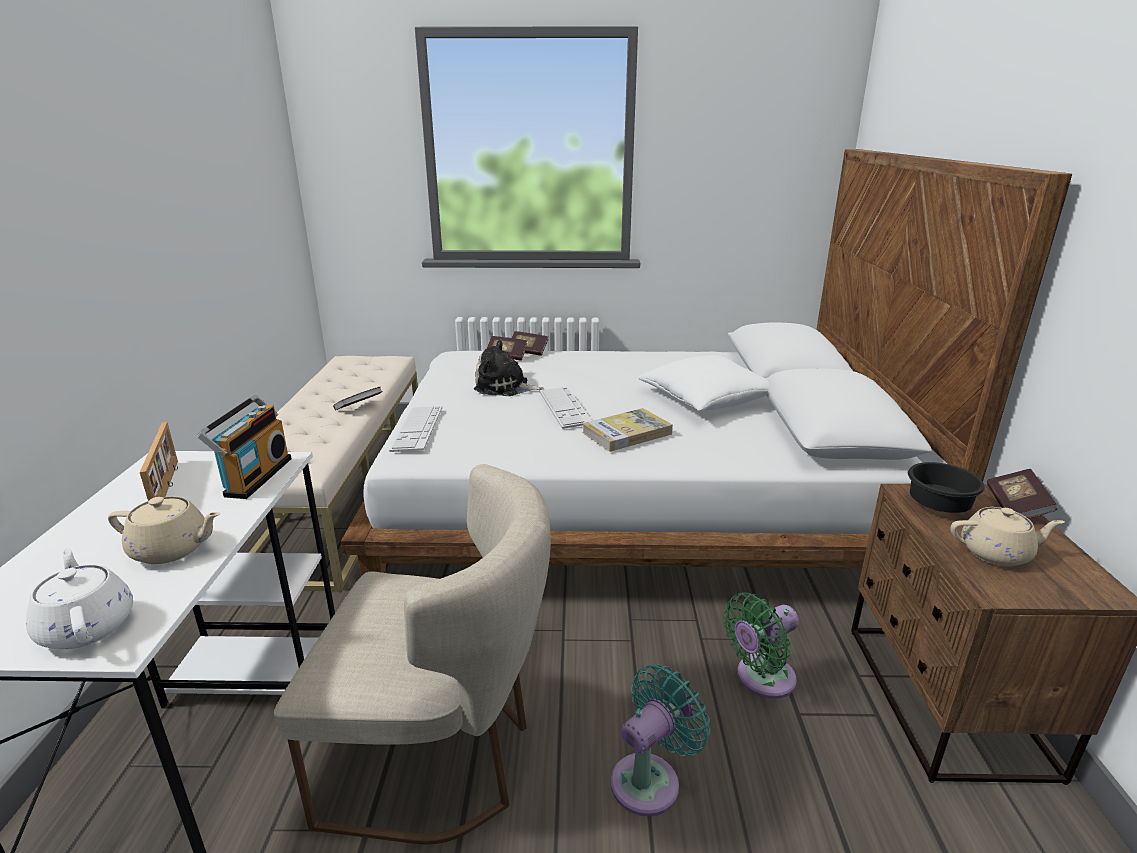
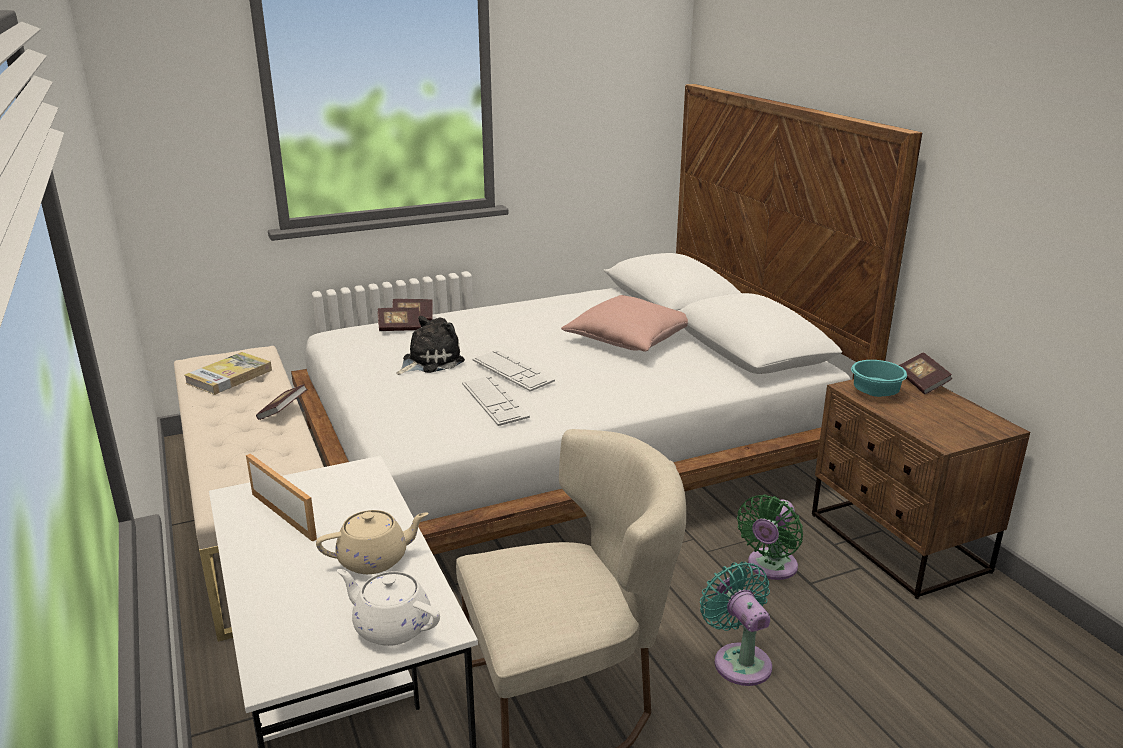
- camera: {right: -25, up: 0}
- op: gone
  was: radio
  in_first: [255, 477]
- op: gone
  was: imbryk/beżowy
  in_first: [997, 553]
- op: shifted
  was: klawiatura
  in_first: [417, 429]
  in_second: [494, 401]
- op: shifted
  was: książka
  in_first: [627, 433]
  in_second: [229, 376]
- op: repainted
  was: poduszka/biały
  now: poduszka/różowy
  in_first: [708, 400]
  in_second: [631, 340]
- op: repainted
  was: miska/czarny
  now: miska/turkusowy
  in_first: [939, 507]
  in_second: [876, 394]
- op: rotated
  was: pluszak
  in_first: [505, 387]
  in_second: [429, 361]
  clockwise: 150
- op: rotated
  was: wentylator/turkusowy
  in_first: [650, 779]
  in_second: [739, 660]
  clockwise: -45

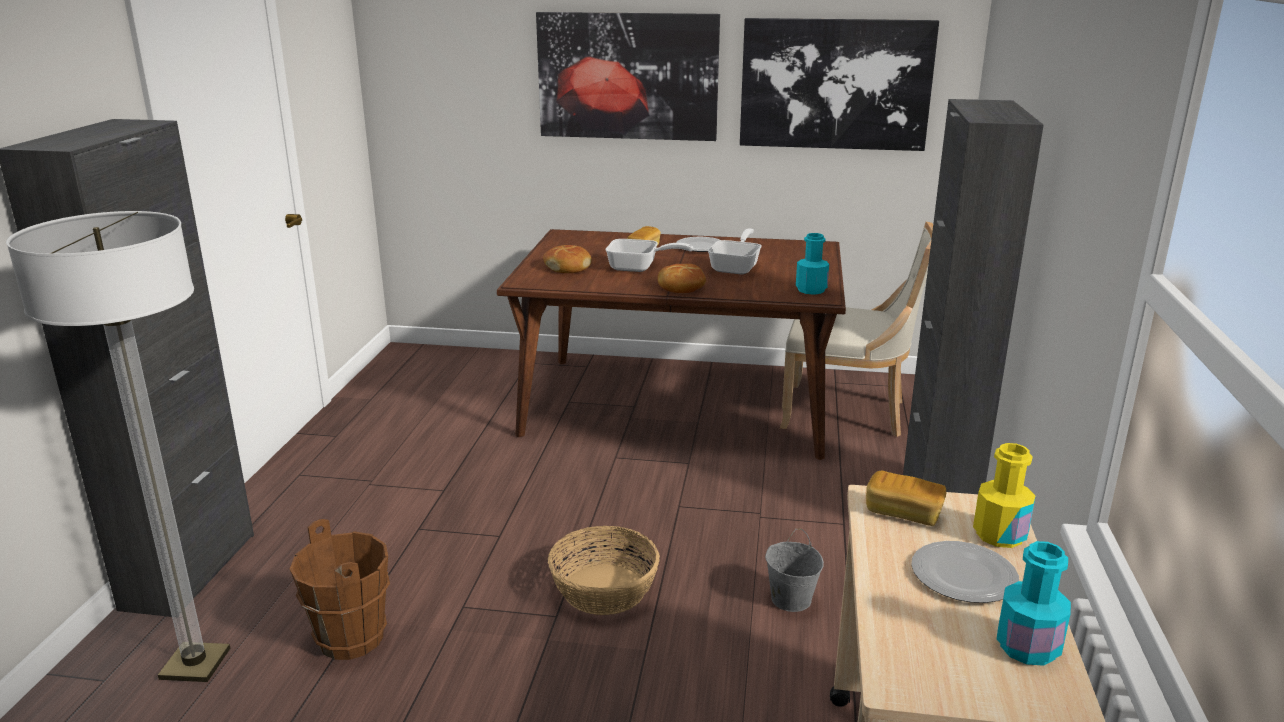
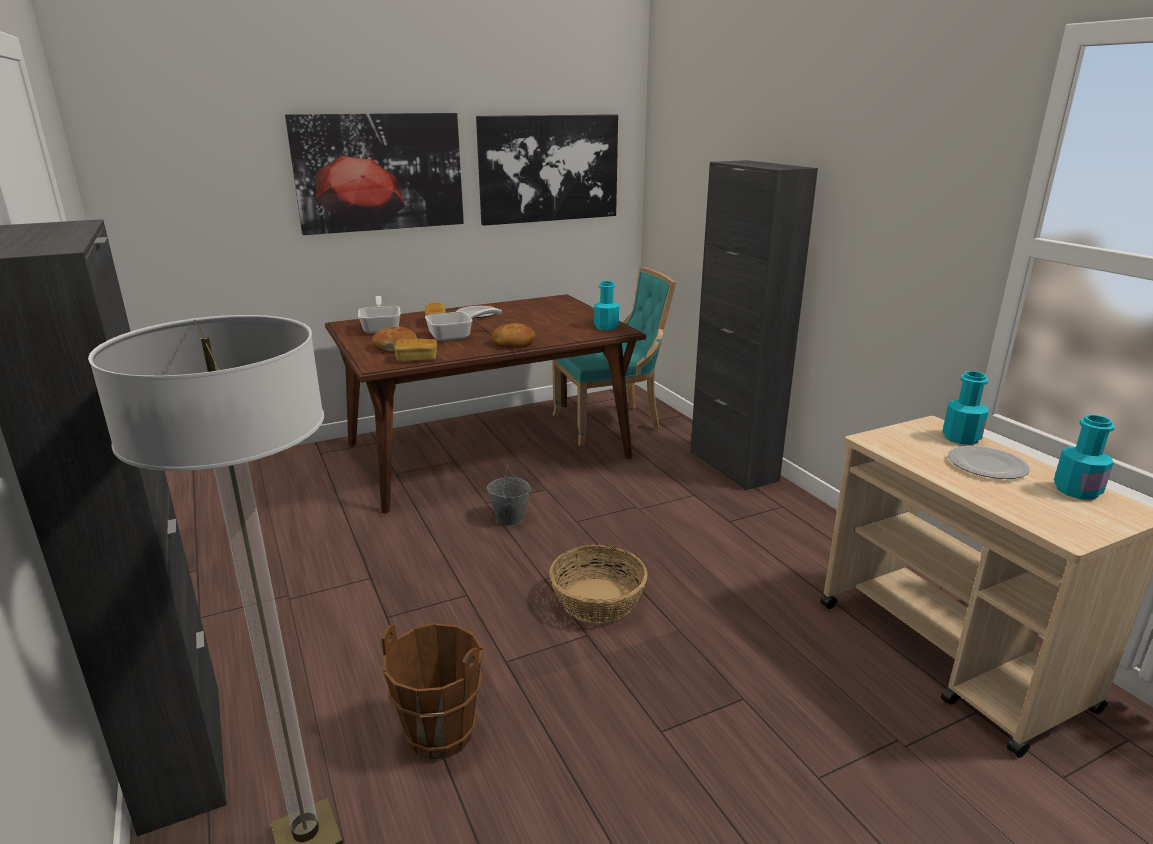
- camera: {right: -35, up: 0}
- op: shifted
  was: patelnia
  in_first: [736, 267]
  in_second: [382, 328]
- op: shifted
  was: wiadro/szary
  in_first: [790, 599]
  in_second: [509, 518]
- op: shifted
  was: chleb
  in_first: [903, 513]
  in_second: [417, 359]
- op: repainted
  was: krzesło/beżowy
  now: krzesło/turkusowy
  in_first: [848, 413]
  in_second: [611, 423]
- op: repainted
  was: butelka/żółty
  now: butelka/turkusowy
  in_first: [999, 535]
  in_second: [961, 438]

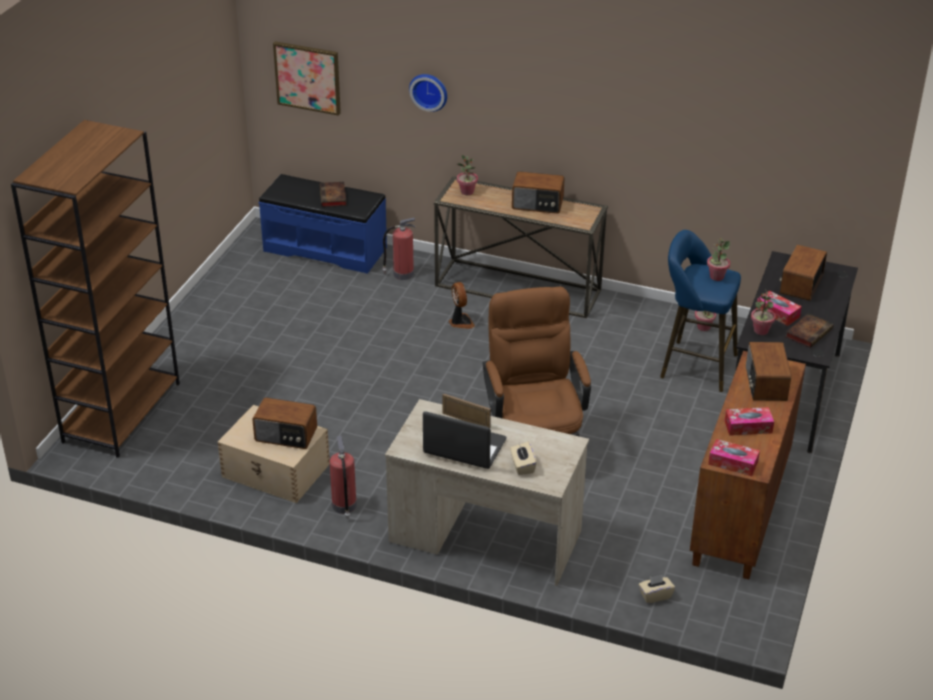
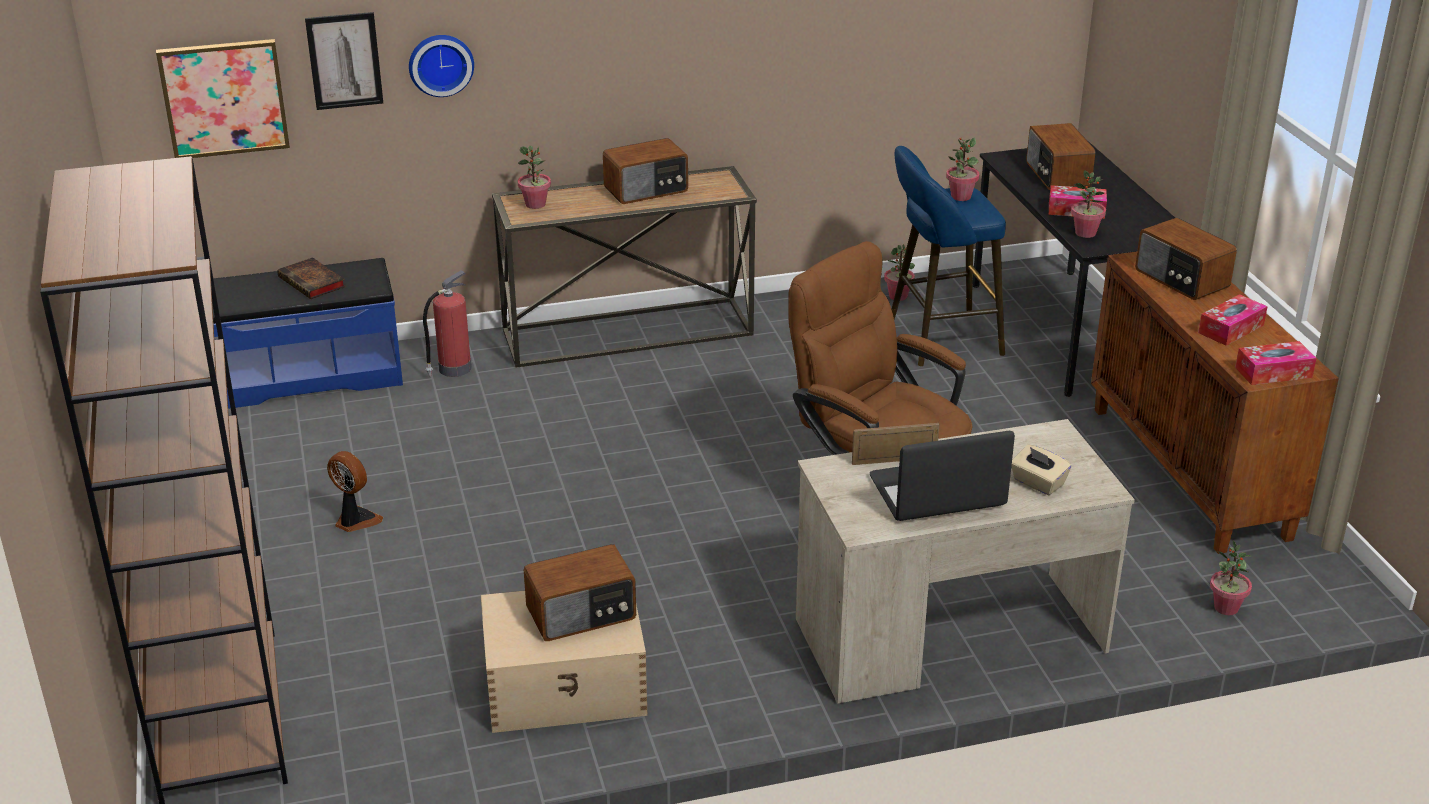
- camera: {right: -35, up: -5}
- op: gone
  was: gaśnica
  in_first: [344, 506]
- op: gone
  was: książka
  in_first: [809, 332]
- op: new
  now: obraz
  in_second: [344, 61]
- op: shifted
  was: wentylator
  in_first: [460, 322]
  in_second: [355, 521]
- op: swapped
  was: pudełko chusteczek/beżowy
  now: roślina doniczkowa
  in_first: [655, 595]
  in_second: [1226, 608]

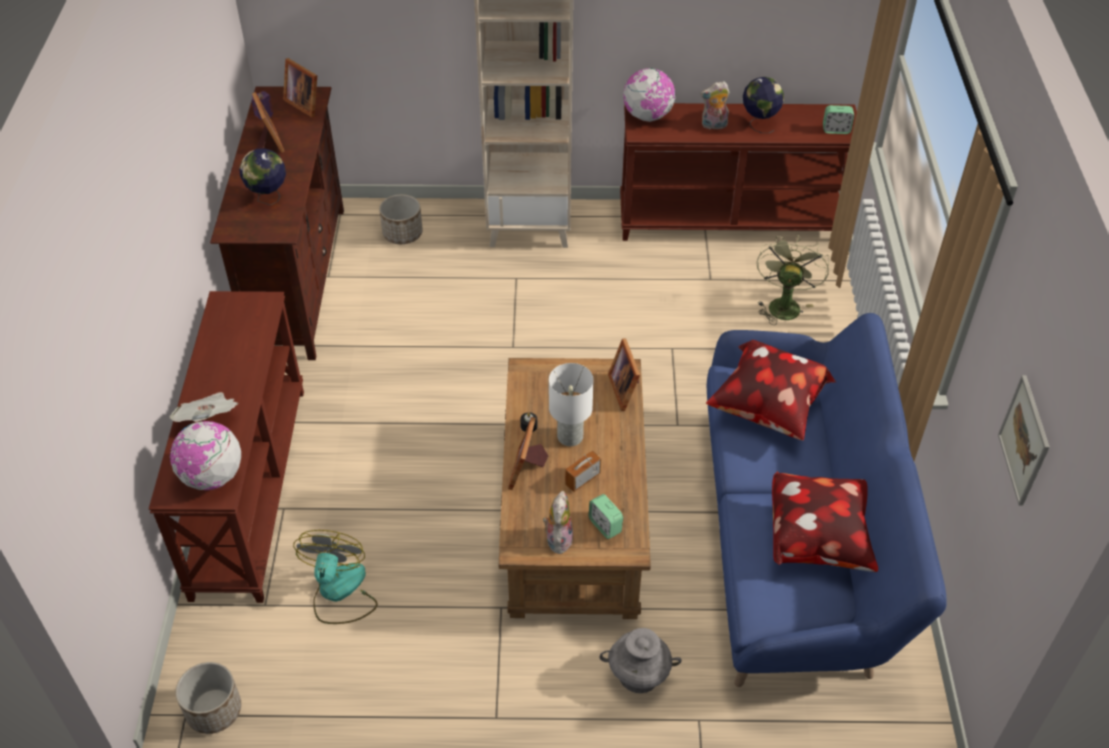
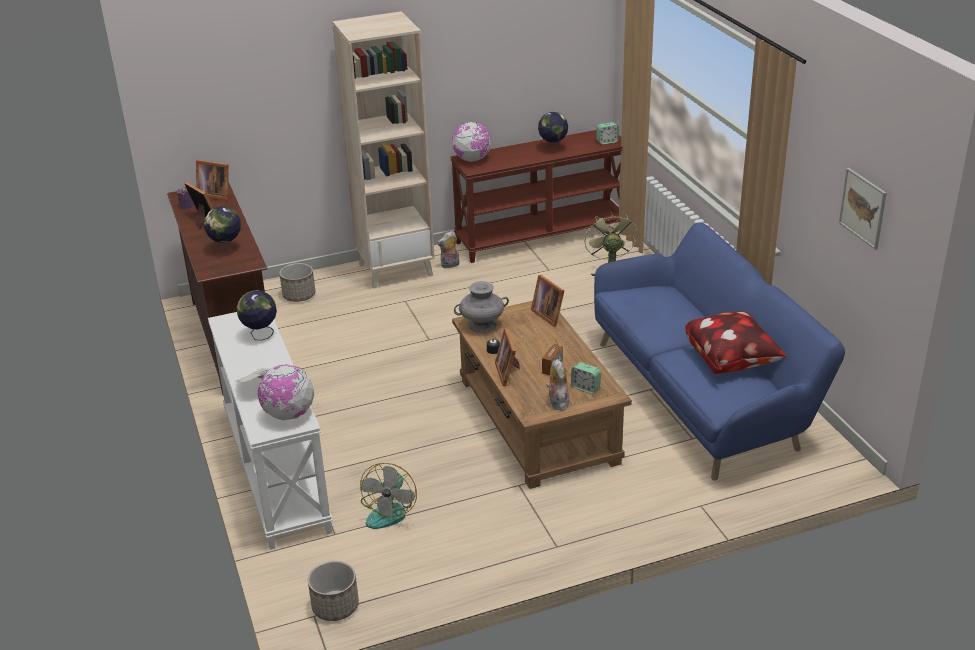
- camera: {right: -20, up: -15}
- op: gone
  was: lampa stołowa/biały
  in_first: [569, 437]
- op: gone
  was: poduszka
  in_first: [768, 411]
- op: new
  now: globus
  in_second: [260, 335]
- op: shifted
  was: wazon/szary
  in_first: [638, 675]
  in_second: [482, 325]
- op: shifted
  was: pluszak
  in_first: [713, 126]
  in_second: [450, 266]
- op: repainted
  was: stolik konsolowy/brązowy
  now: stolik konsolowy/biały
  in_first: [248, 489]
  in_second: [274, 471]
- op: rotated
  was: wentylator
  in_first: [339, 592]
  in_second: [389, 510]
  clockwise: -150

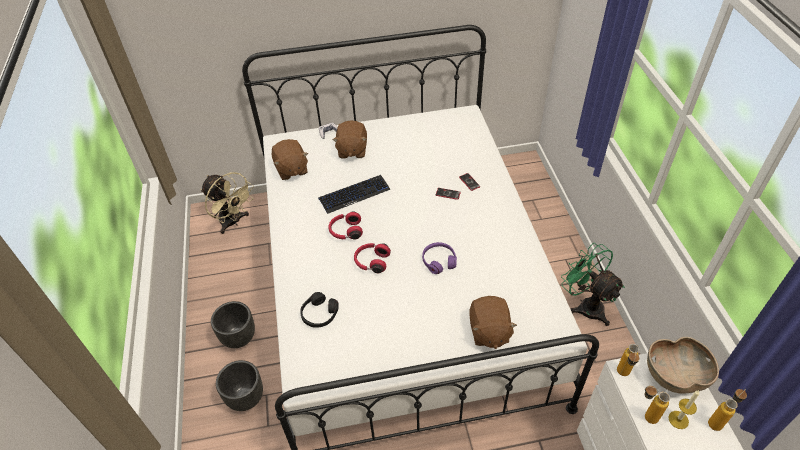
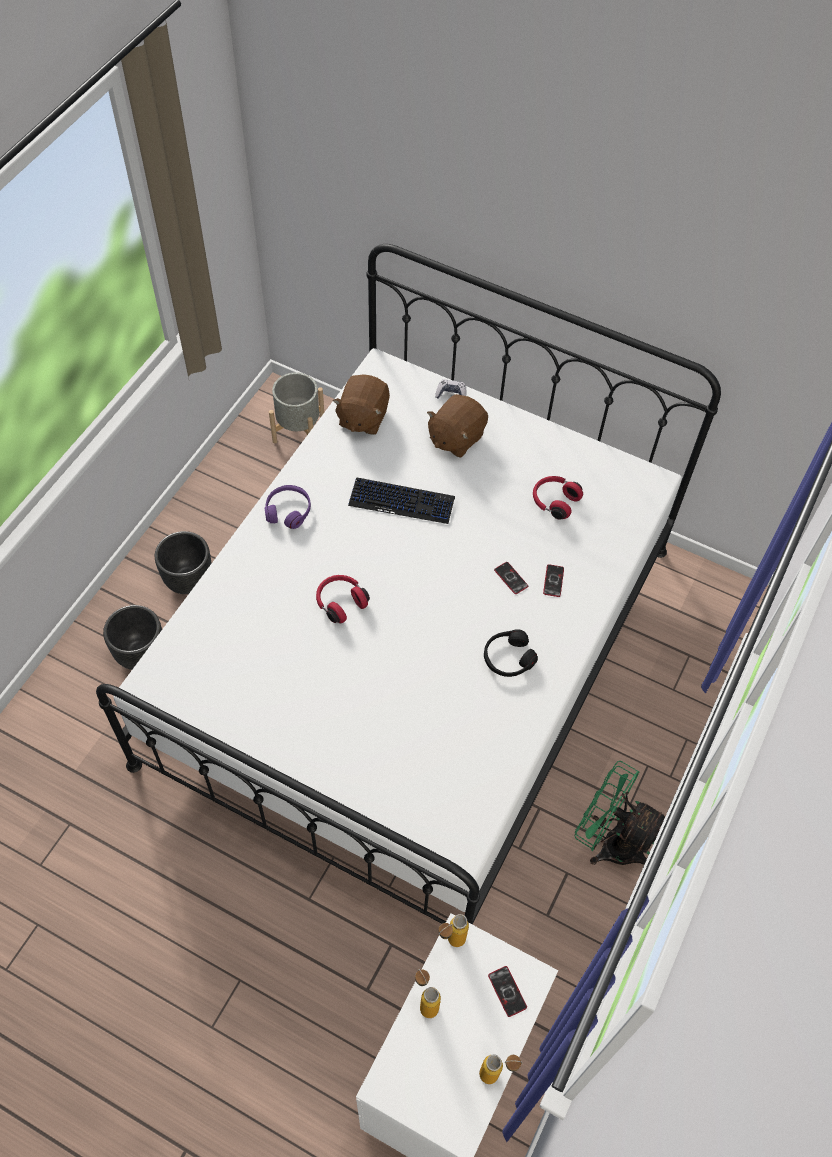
- camera: {right: 35, up: 10}
- op: gone
  was: pluszak/brązowy
  in_first: [488, 331]
- op: gone
  was: świeca
  in_first: [678, 419]
- op: shifted
  was: słuchawki/czarny
  in_first: [319, 314]
  in_second: [508, 658]
- op: shifted
  was: słuchawki/czerwony
  in_first: [345, 231]
  in_second: [554, 501]
- op: shifted
  was: słuchawki/fioletowy
  in_first: [439, 261]
  in_second: [288, 510]
- op: swapped
  was: wentylator/beżowy
  now: donica/szary
  in_first: [233, 222]
  in_second: [298, 430]
- op: swapped
  was: miska/brązowy
  now: telefon
  in_first: [675, 376]
  in_second: [507, 991]
- op: rotated
  was: wentylator/zielony
  in_first: [585, 305]
  in_second: [610, 841]
  clockwise: -60

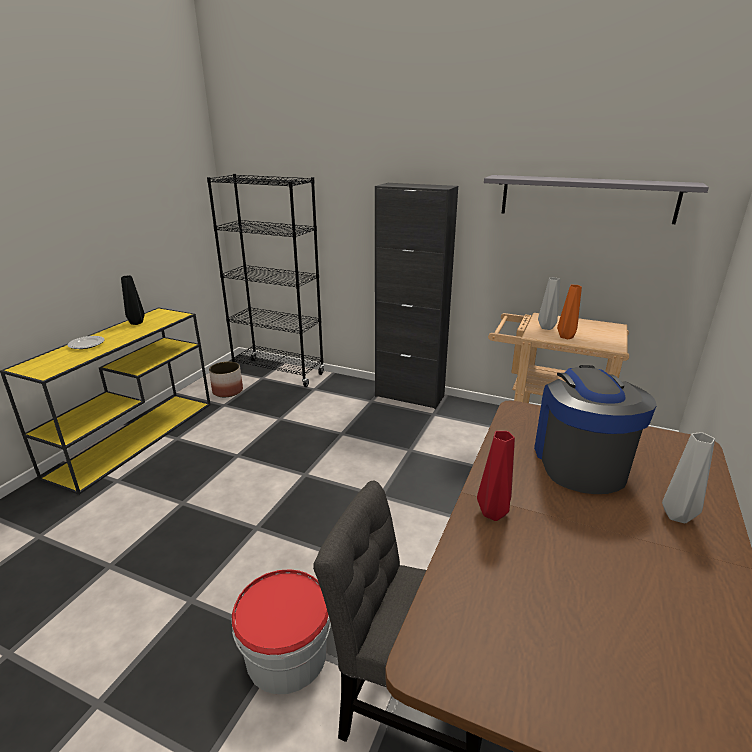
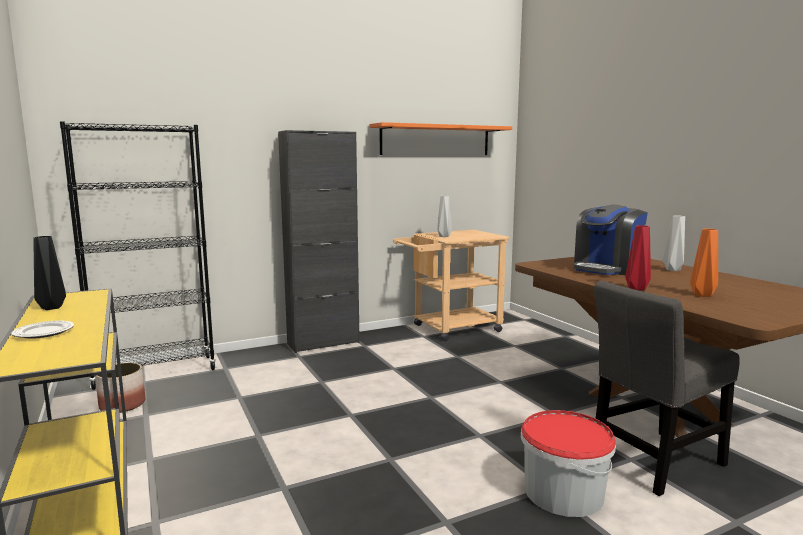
- camera: {right: -50, up: -15}
- op: shifted
  was: wazon/pomarańczowy
  in_first: [565, 337]
  in_second: [701, 295]
- op: repainted
  was: półka/szary
  now: półka/pomarańczowy
  in_first: [587, 198]
  in_second: [436, 140]
- op: rotated
  was: ekspres do kawy
  in_first: [579, 462]
  in_second: [606, 269]
  clockwise: -90

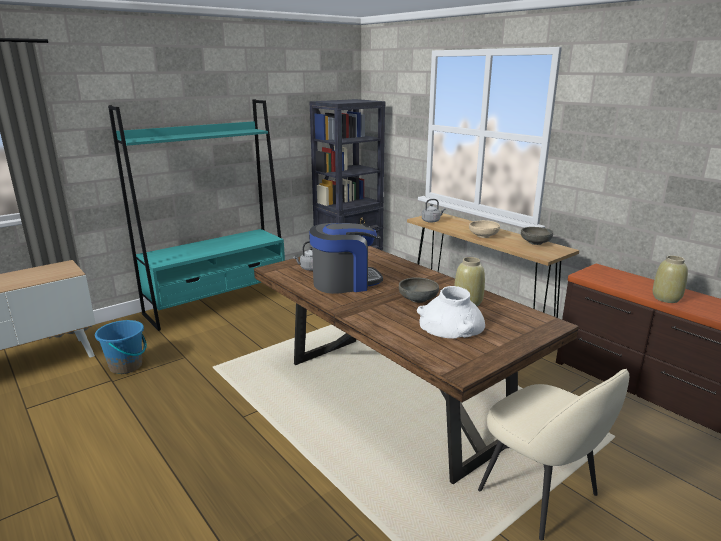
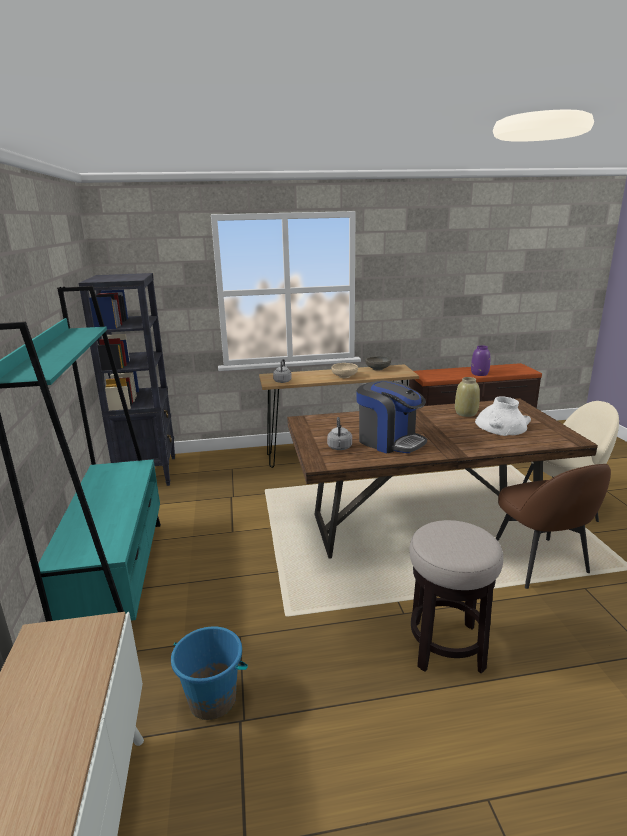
- camera: {right: -60, up: 0}
- op: gone
  was: miska/szary
  in_first: [418, 299]
- op: new
  now: stołek
  in_second: [446, 646]
- op: new
  now: krzesło/brązowy
  in_second: [539, 564]
- op: repainted
  was: wazon/beżowy
  now: wazon/fioletowy
  in_first: [666, 299]
  in_second: [479, 374]
- op: rotated
  was: ekspres do kawy
  in_first: [345, 282]
  in_second: [389, 441]
  clockwise: 120

